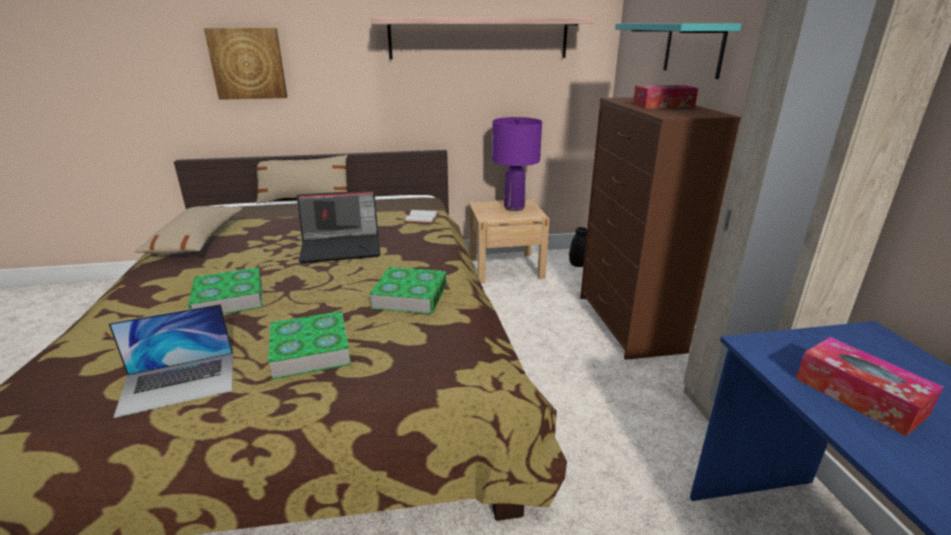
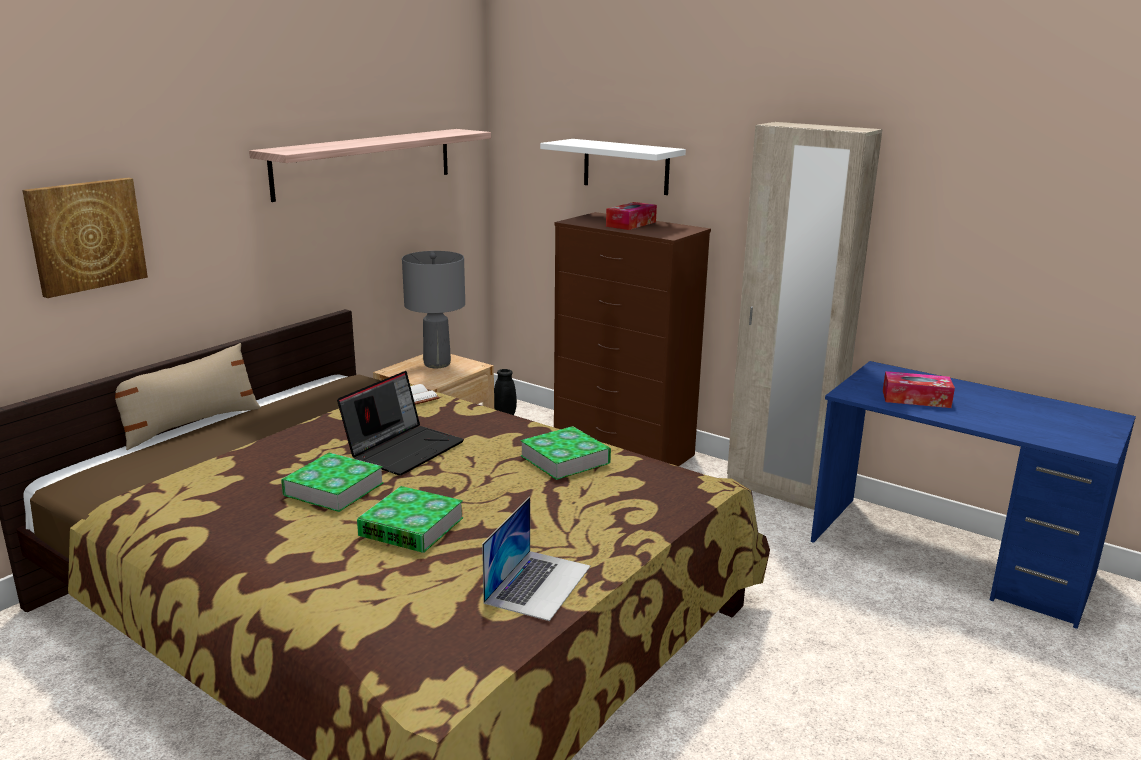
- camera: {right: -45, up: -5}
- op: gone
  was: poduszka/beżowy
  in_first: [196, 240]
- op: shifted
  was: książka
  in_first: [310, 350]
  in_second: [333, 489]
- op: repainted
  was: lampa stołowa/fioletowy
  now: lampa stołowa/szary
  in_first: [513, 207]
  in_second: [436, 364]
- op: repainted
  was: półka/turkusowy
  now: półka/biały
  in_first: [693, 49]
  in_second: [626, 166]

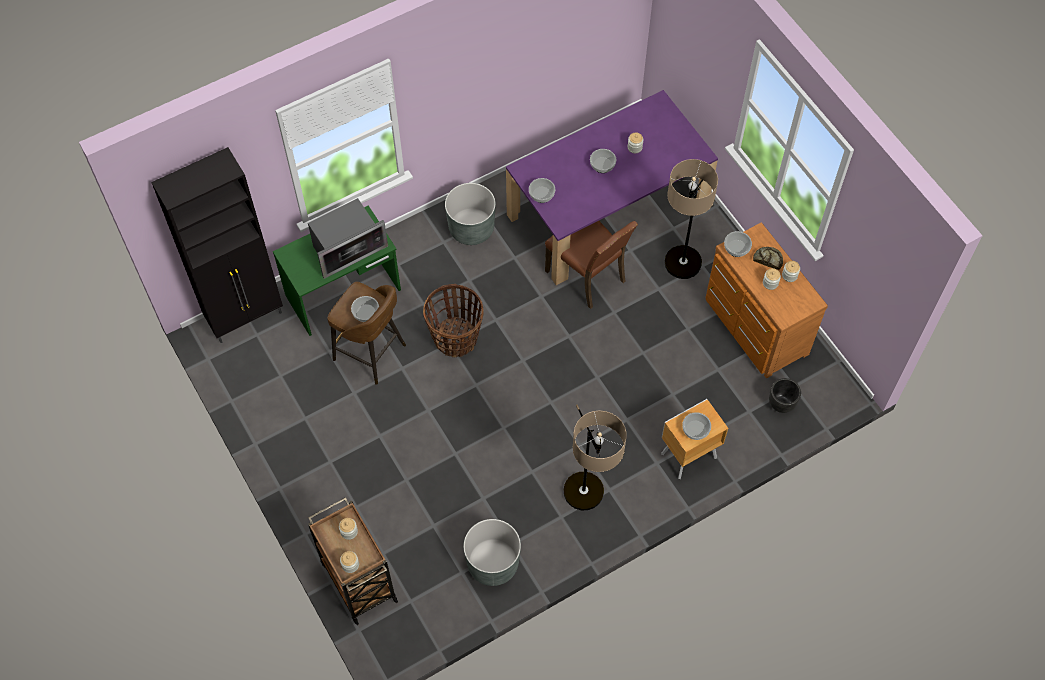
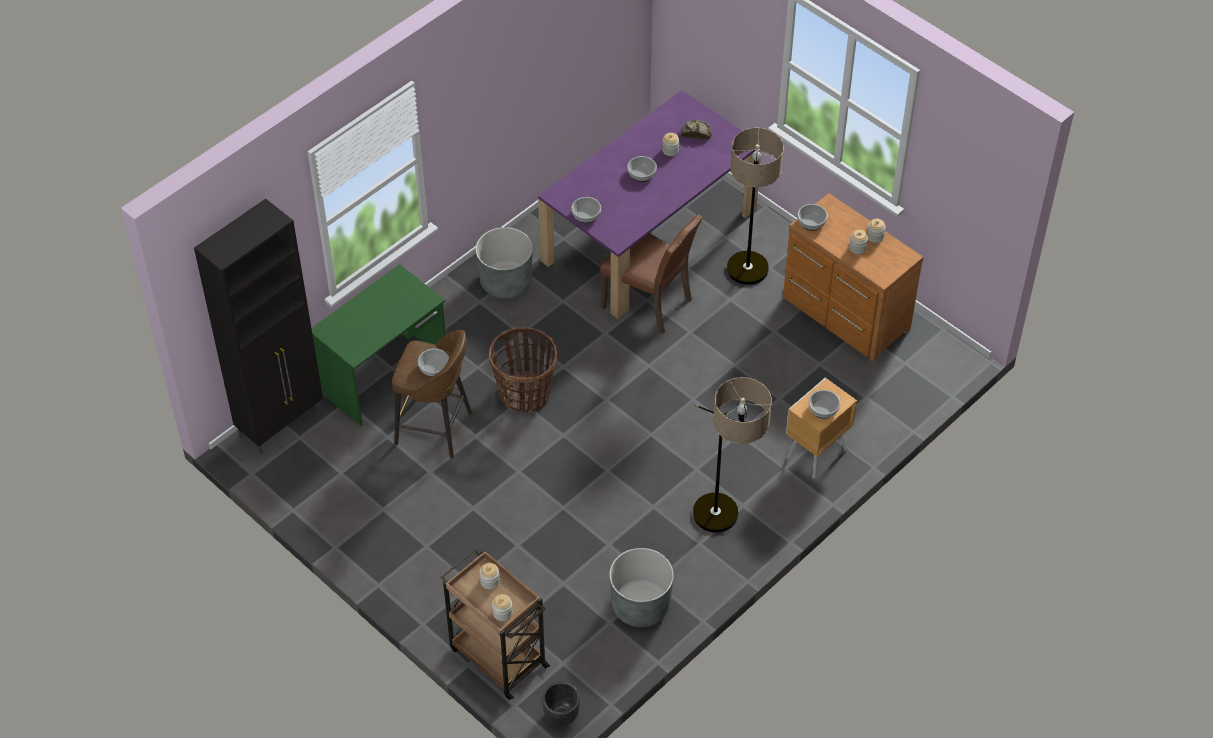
- camera: {right: -15, up: -10}
- op: gone
  was: mikrofalówka
  in_first: [347, 248]
- op: shifted
  was: chleb
  in_first: [768, 259]
  in_second: [696, 132]
- op: shifted
  was: donica/czarny
  in_first: [781, 404]
  in_second: [561, 716]

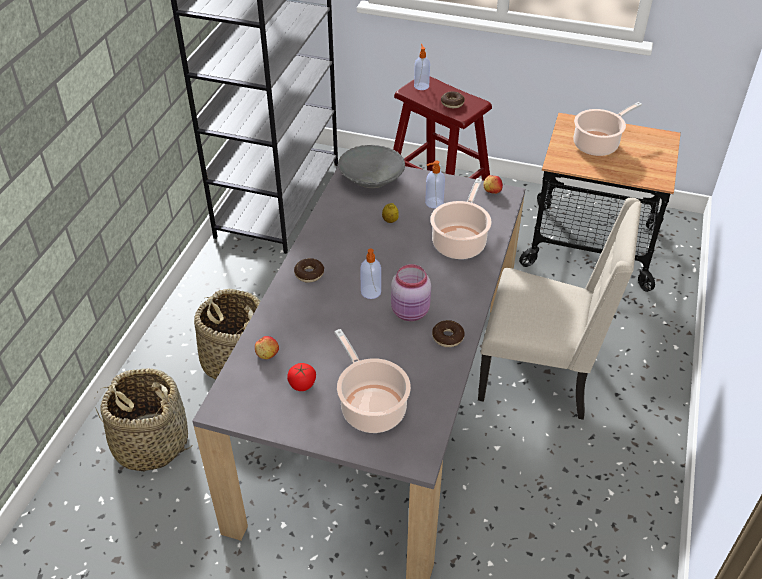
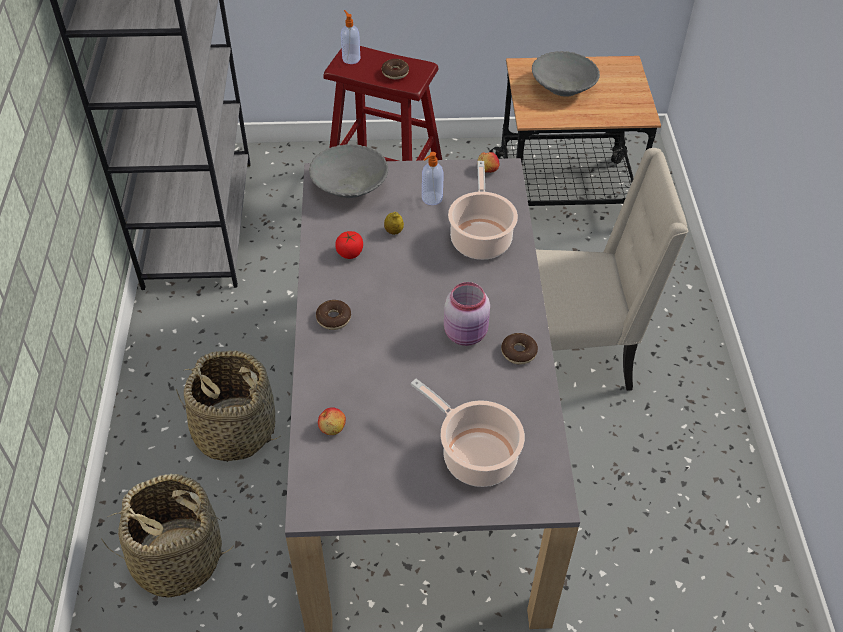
- camera: {right: -20, up: 5}
- op: gone
  was: dozownik mydła
  in_first: [371, 292]
- op: shifted
  was: pomidor
  in_first: [302, 384]
  in_second: [350, 253]
- op: swapped
  was: garnek
  now: miska/szary
  in_first: [598, 144]
  in_second: [563, 87]

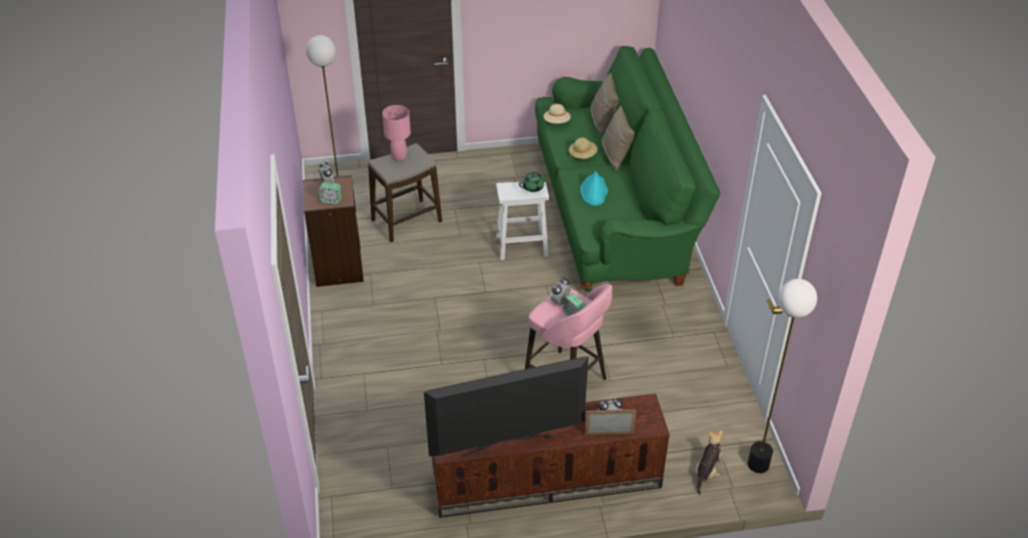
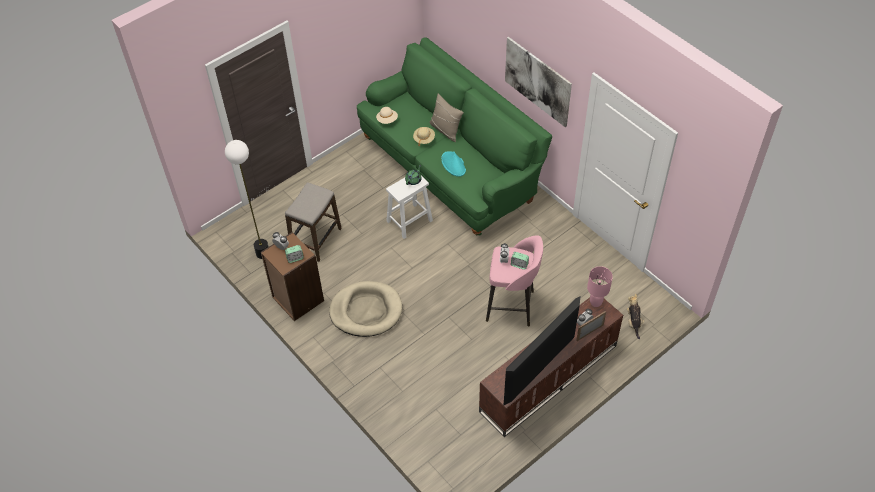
- camera: {right: -30, up: 10}
- op: gone
  was: poduszka/beżowy
  in_first: [603, 121]
- op: gone
  was: lampa stojąca
  in_first: [758, 464]
- op: new
  now: legowisko/beżowy
  in_second: [366, 311]
- op: new
  now: obraz
  in_second: [537, 81]
- op: shifted
  was: lampa stołowa/różowy
  in_first: [399, 157]
  in_second: [596, 302]

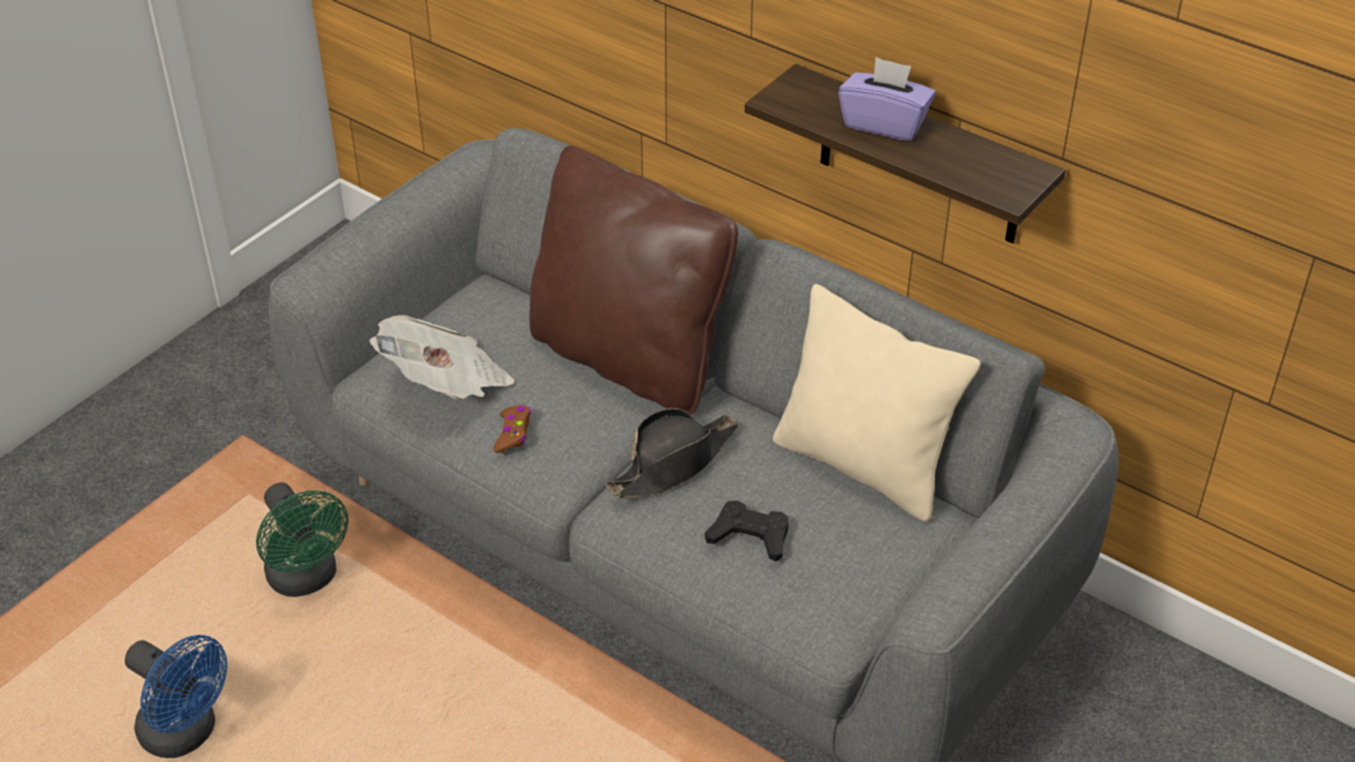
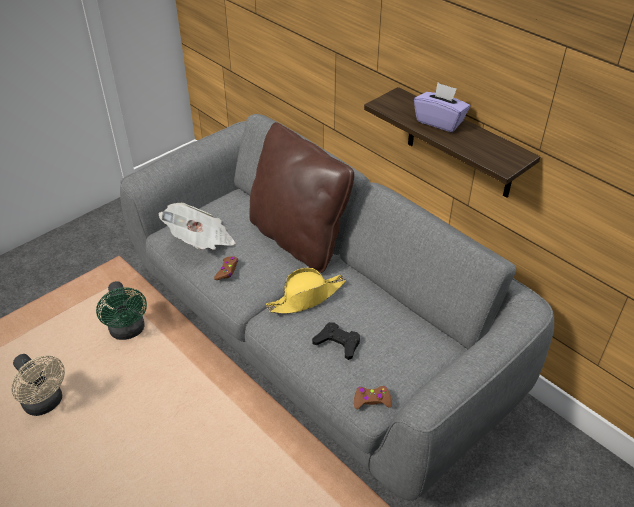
- camera: {right: 10, up: 0}
- op: gone
  was: poduszka/beżowy
  in_first: [863, 466]
- op: new
  now: pad do gier/brązowy
  in_second: [371, 400]
- op: repainted
  was: wentylator/niebieski
  now: wentylator/beżowy
  in_first: [187, 734]
  in_second: [46, 404]
- op: repainted
  was: kapelusz/czarny
  now: kapelusz/żółty
  in_first: [673, 463]
  in_second: [306, 297]

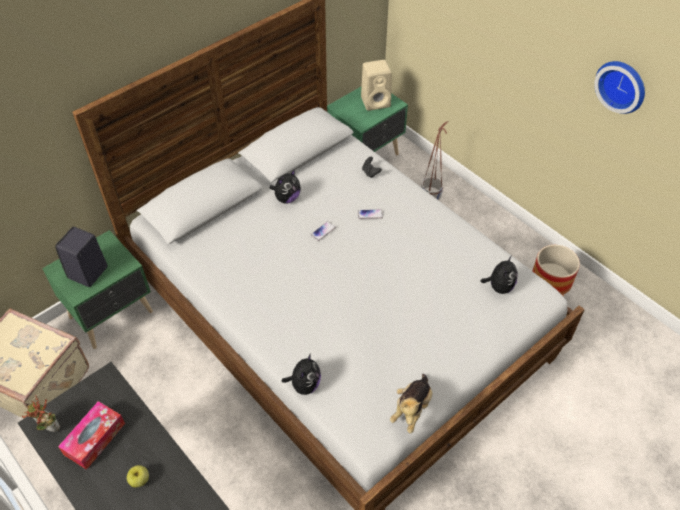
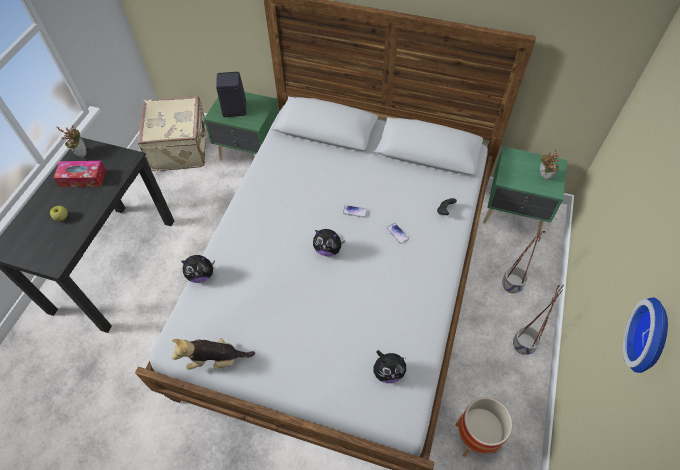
- camera: {right: 60, up: 5}
- op: new
  now: donica
  in_second: [522, 345]
- op: shifted
  was: pluszak
  in_first: [287, 198]
  in_second: [328, 249]
- op: swapped
  was: głośnik/beżowy
  now: roślina doniczkowa
  in_first: [376, 101]
  in_second: [543, 176]

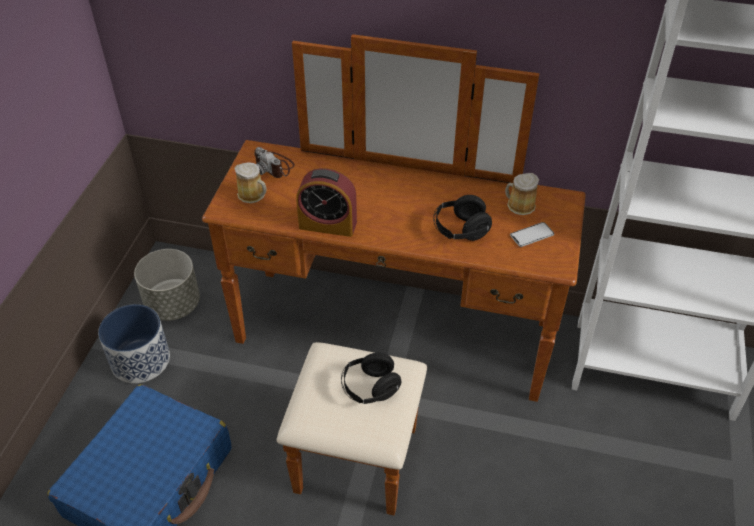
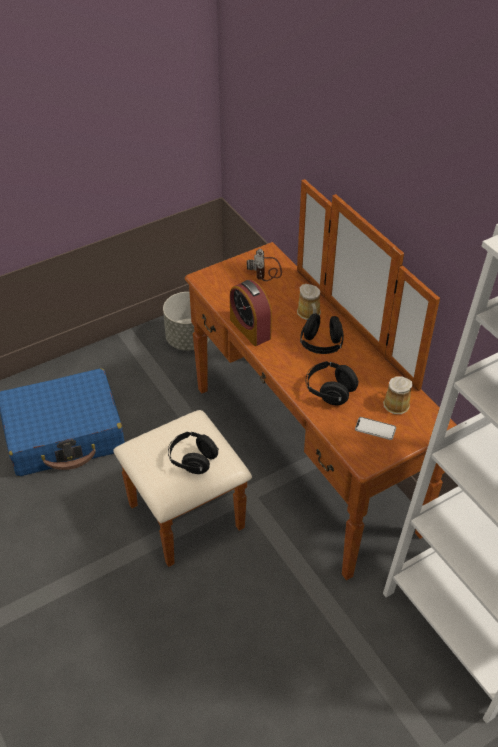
- camera: {right: 45, up: 0}
- op: gone
  was: donica
  in_first: [141, 360]
- op: new
  now: słuchawki/czarny
  in_second: [321, 345]
- op: shifted
  was: kubek
  in_first: [253, 195]
  in_second: [309, 313]

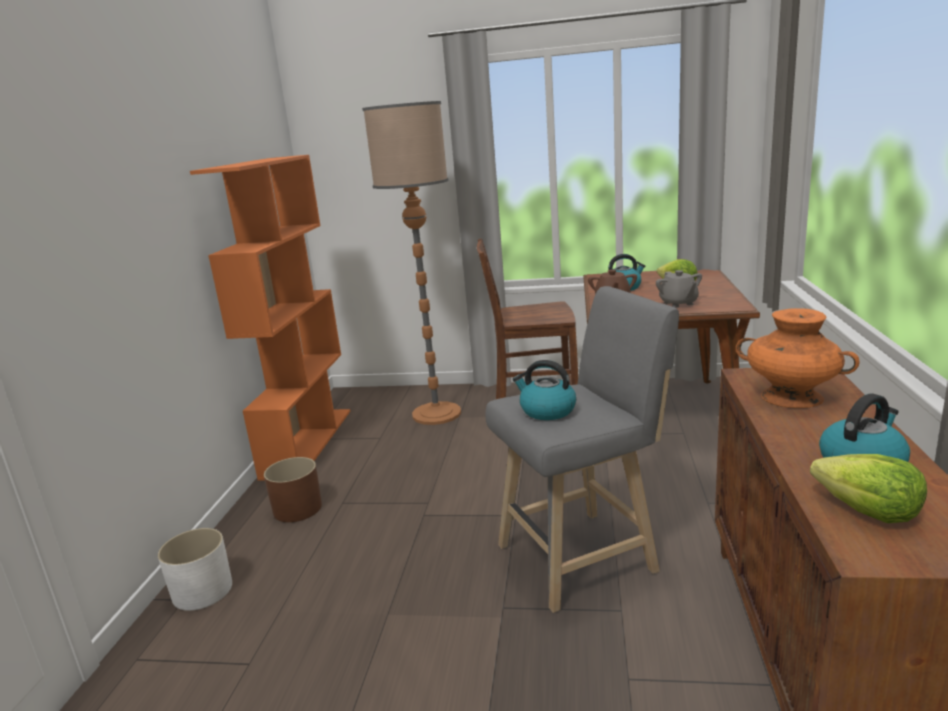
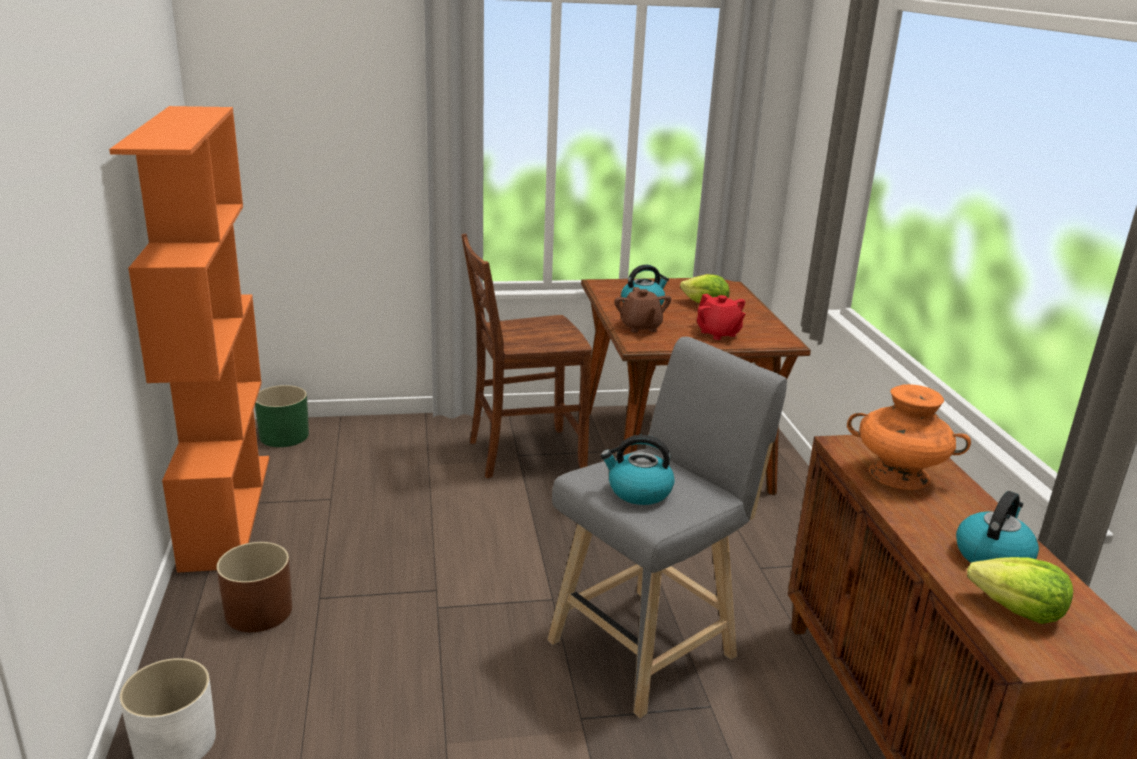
- camera: {right: -20, up: 5}
- op: gone
  was: lampa stojąca
  in_first: [436, 414]
- op: new
  now: donica/zielony
  in_second: [284, 436]
- op: repainted
  was: imbryk/szary
  now: imbryk/czerwony
  in_first: [678, 303]
  in_second: [718, 333]

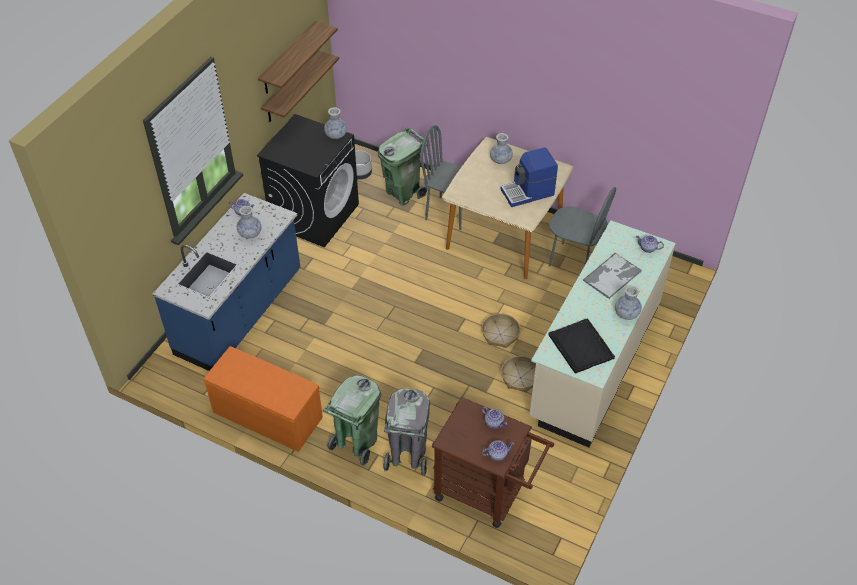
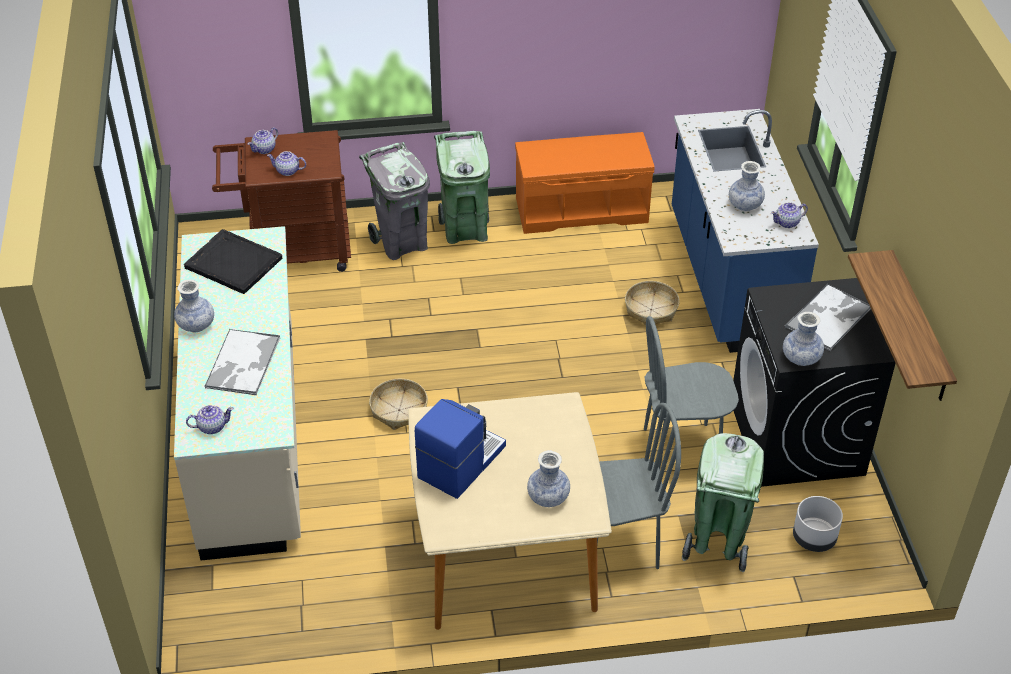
- camera: {right: 145, up: -5}
- op: gone
  was: półka
  in_first: [288, 59]
- op: new
  now: taca
  in_second: [828, 317]
- op: shifted
  was: koszyk
  in_first: [520, 377]
  in_second: [651, 309]
- op: shifted
  was: krzesło/szary
  in_first: [574, 261]
  in_second: [681, 448]

